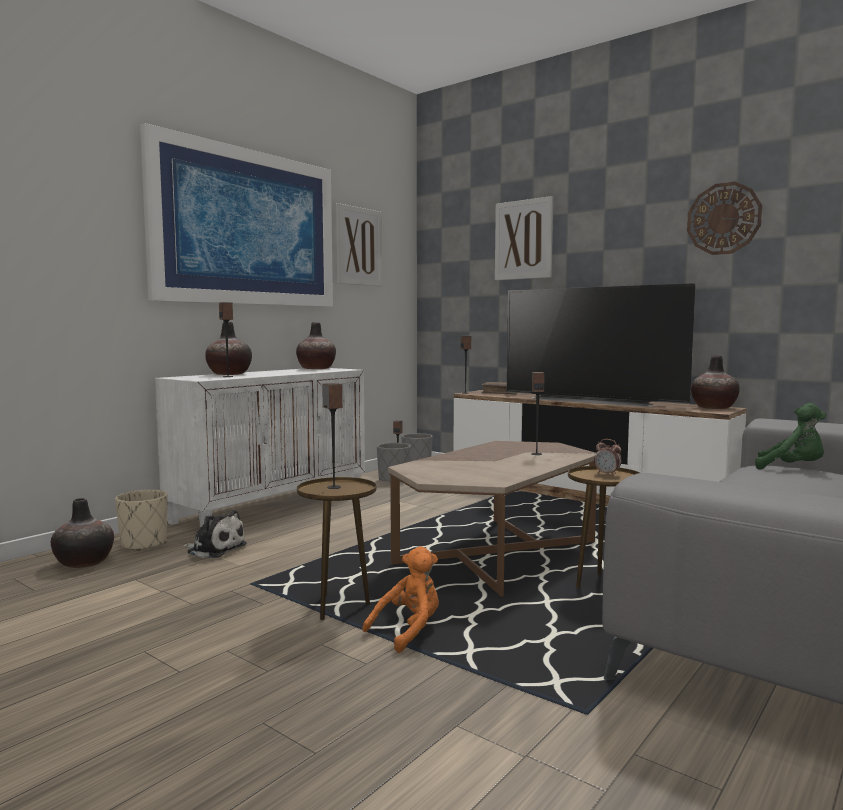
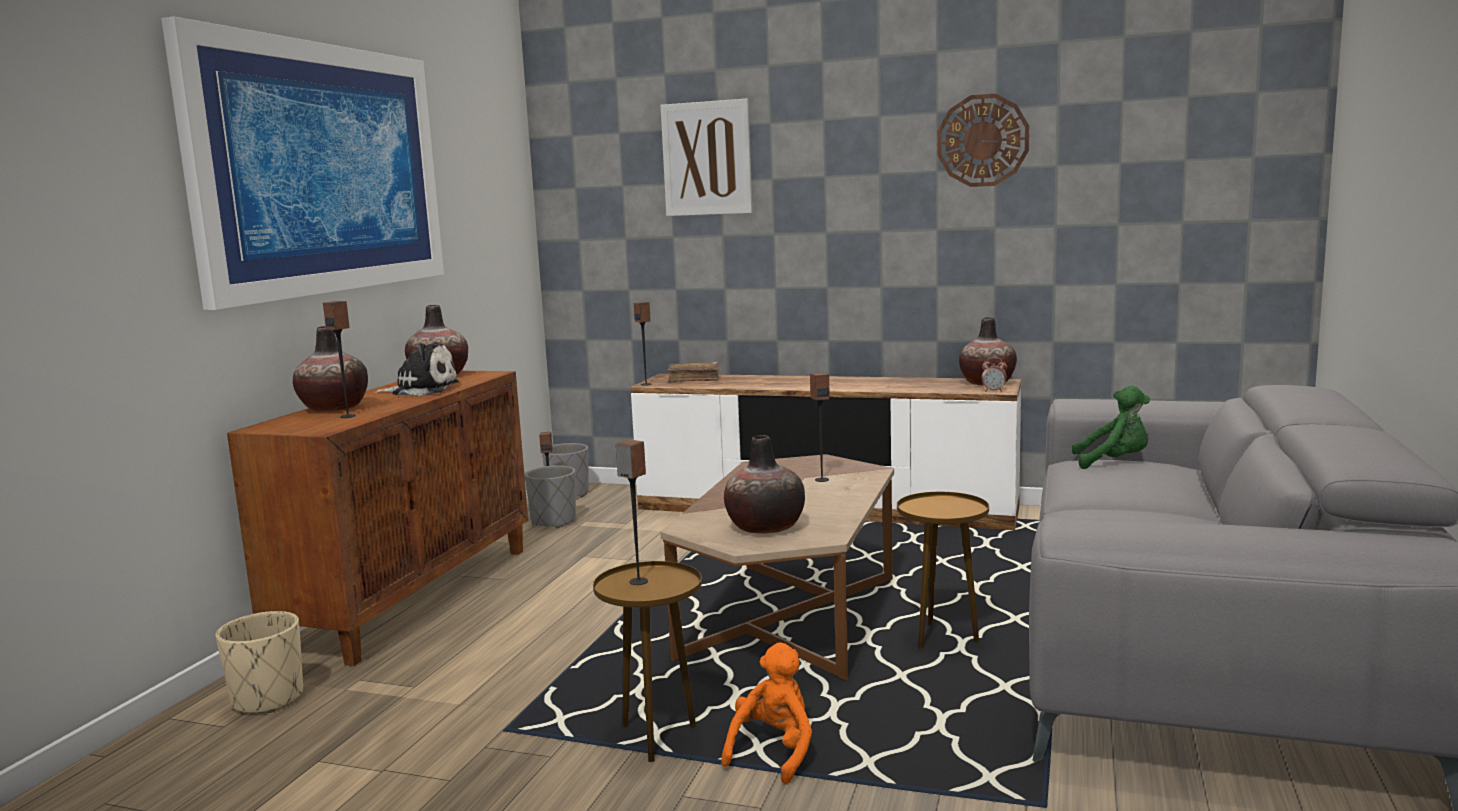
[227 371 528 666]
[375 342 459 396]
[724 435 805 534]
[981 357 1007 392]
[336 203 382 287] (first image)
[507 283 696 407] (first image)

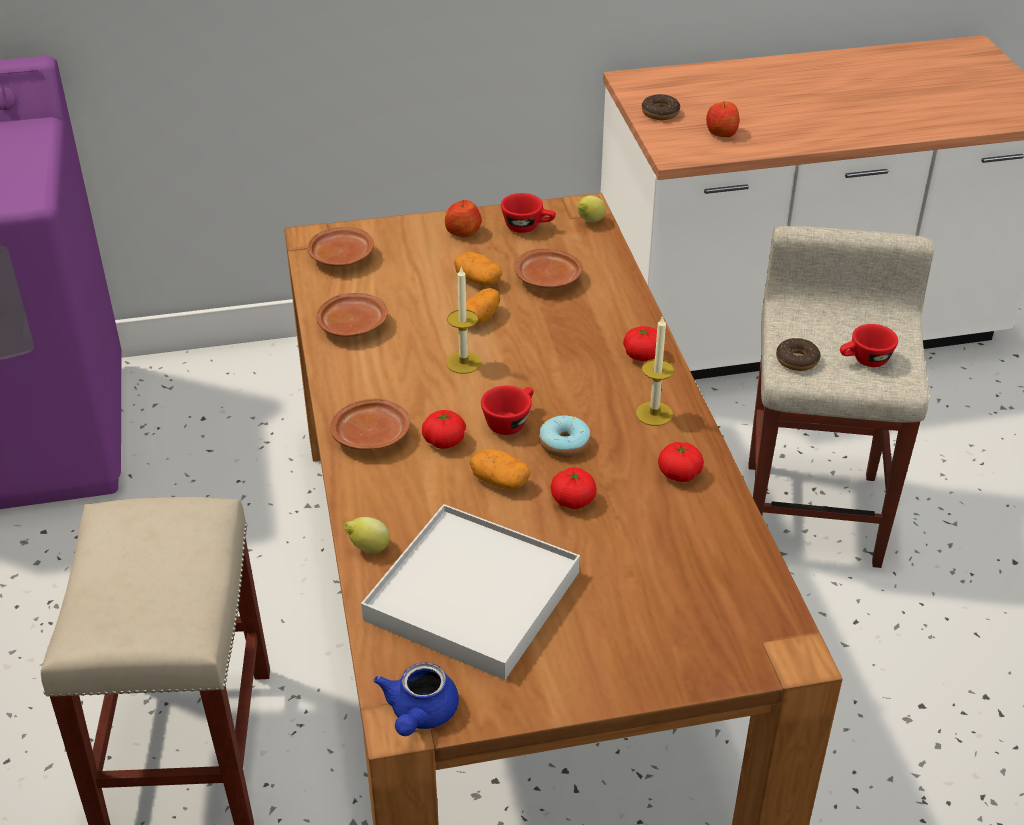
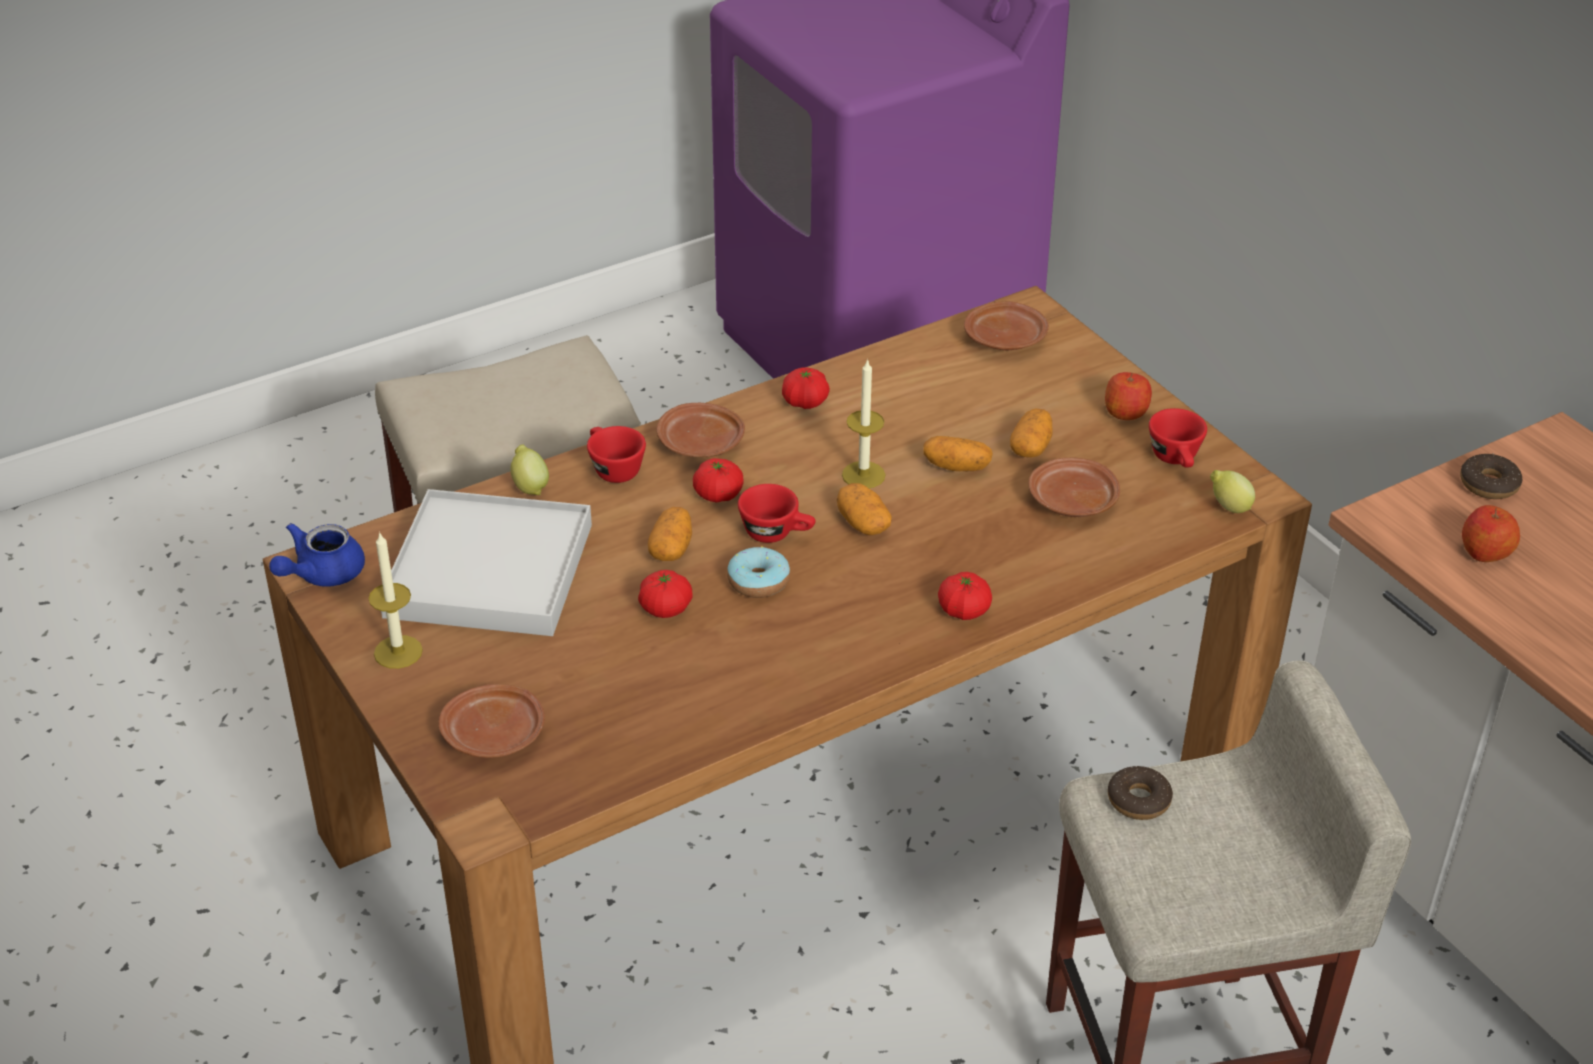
[269 523 365 587]
[368 531 423 669]
[439 684 545 758]
[587 426 646 483]
[782 367 830 409]
[837 483 892 536]

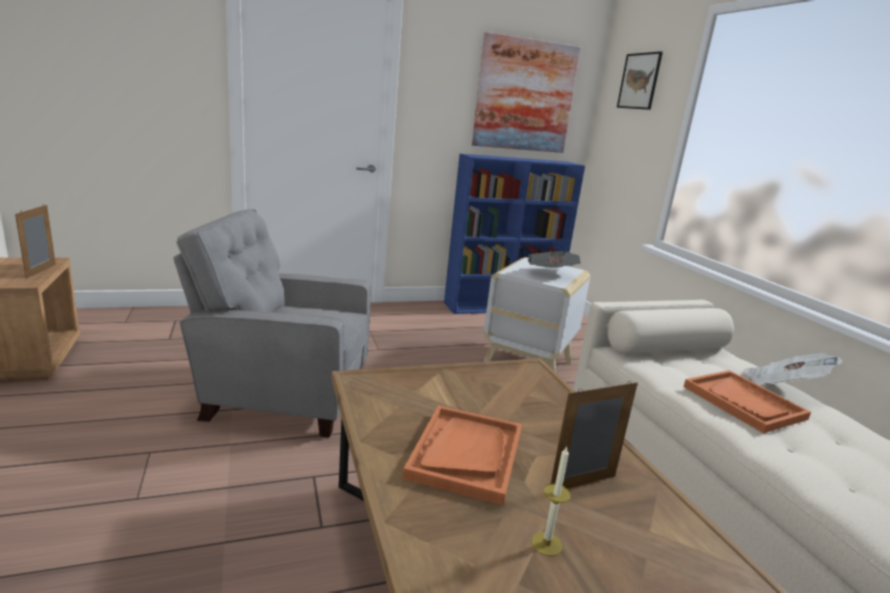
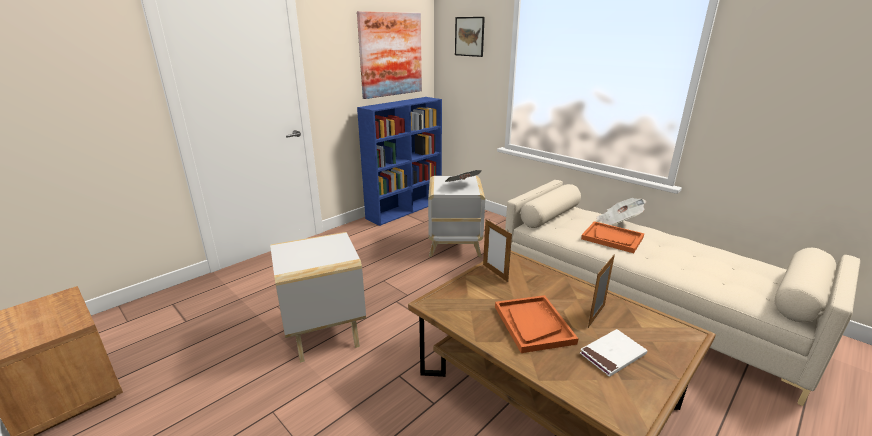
[270 232 366 363]
[483 219 512 282]
[580 329 648 377]

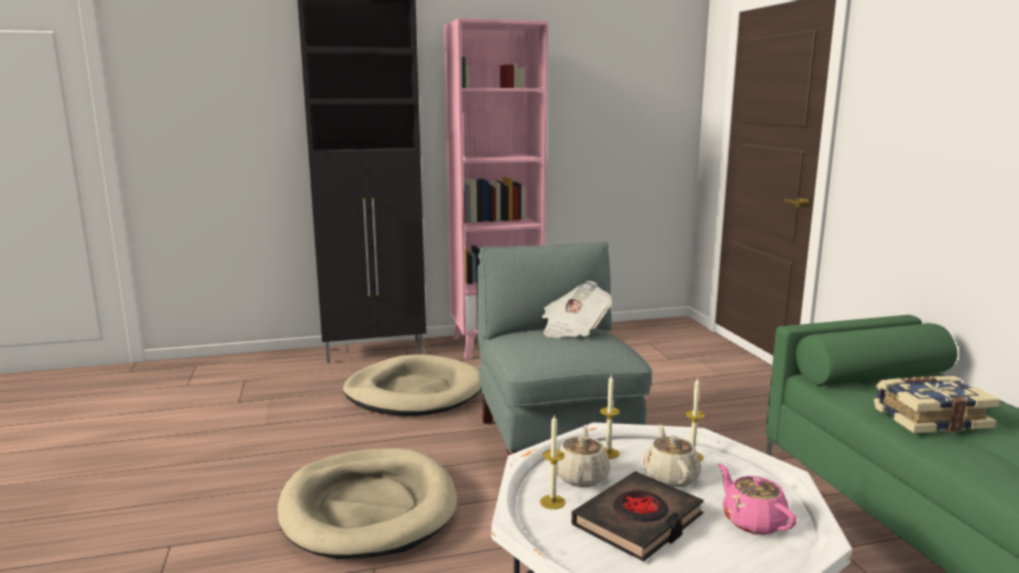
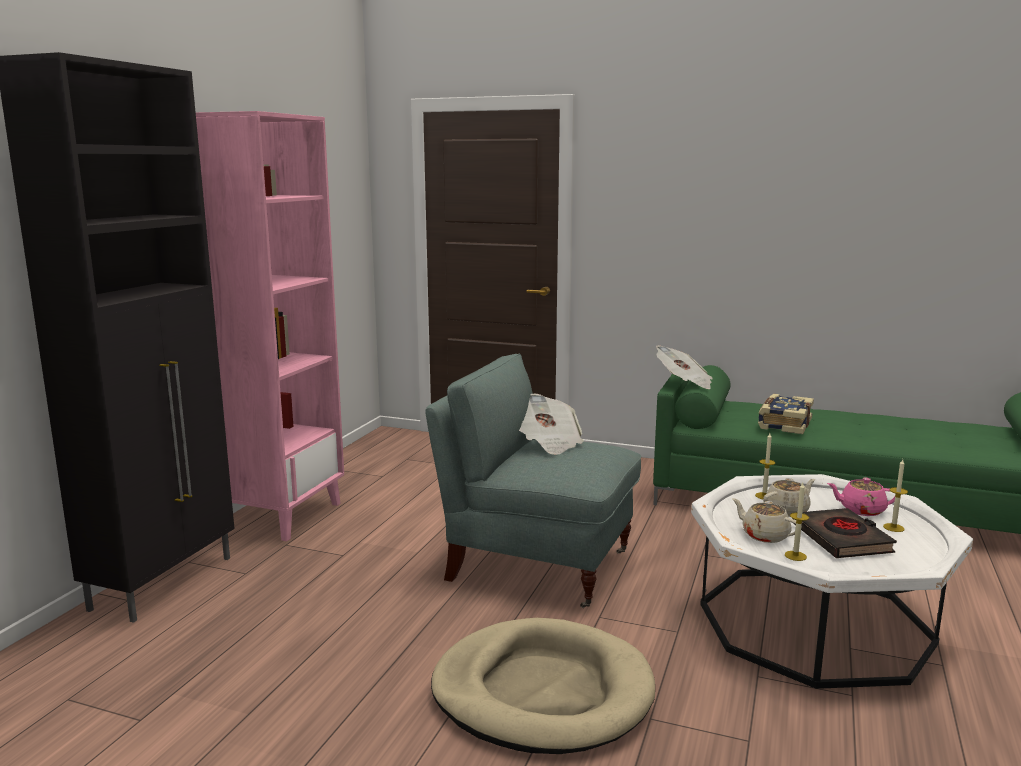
[656 345 713 389]
[763 478 815 517]
[883 459 908 532]
[343 354 481 416] (first image)

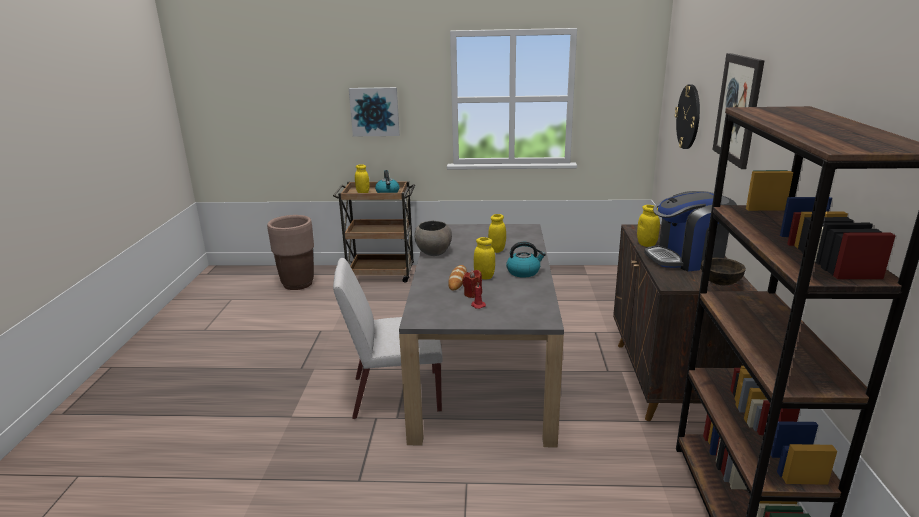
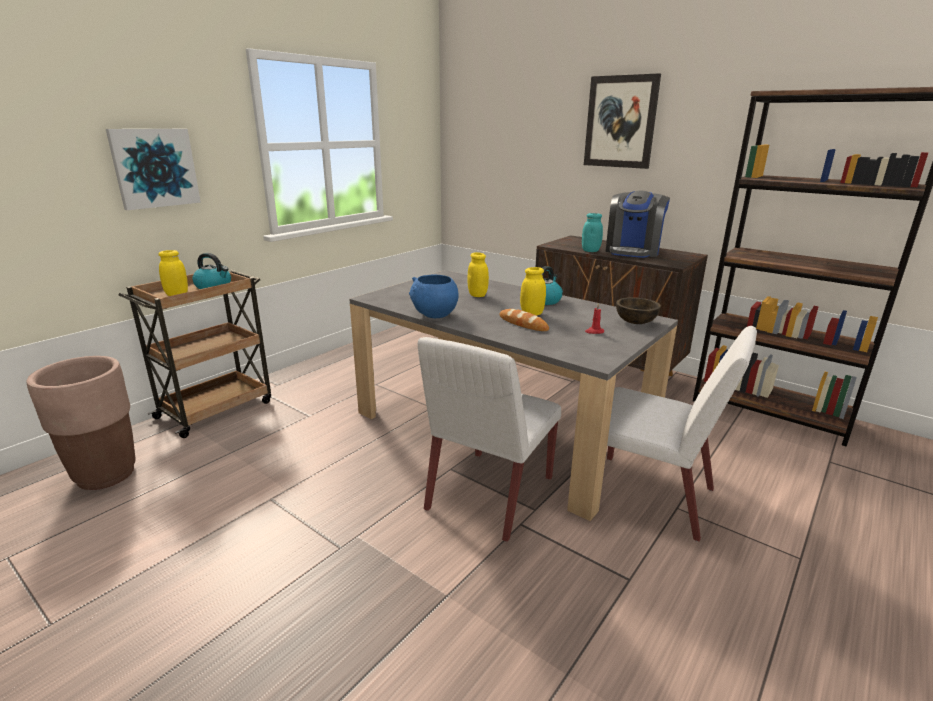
[409 275 459 318]
[582 213 603 252]
[607 326 757 542]
[616 297 661 324]
[463 270 482 298] (first image)
[675 84 700 149] (first image)

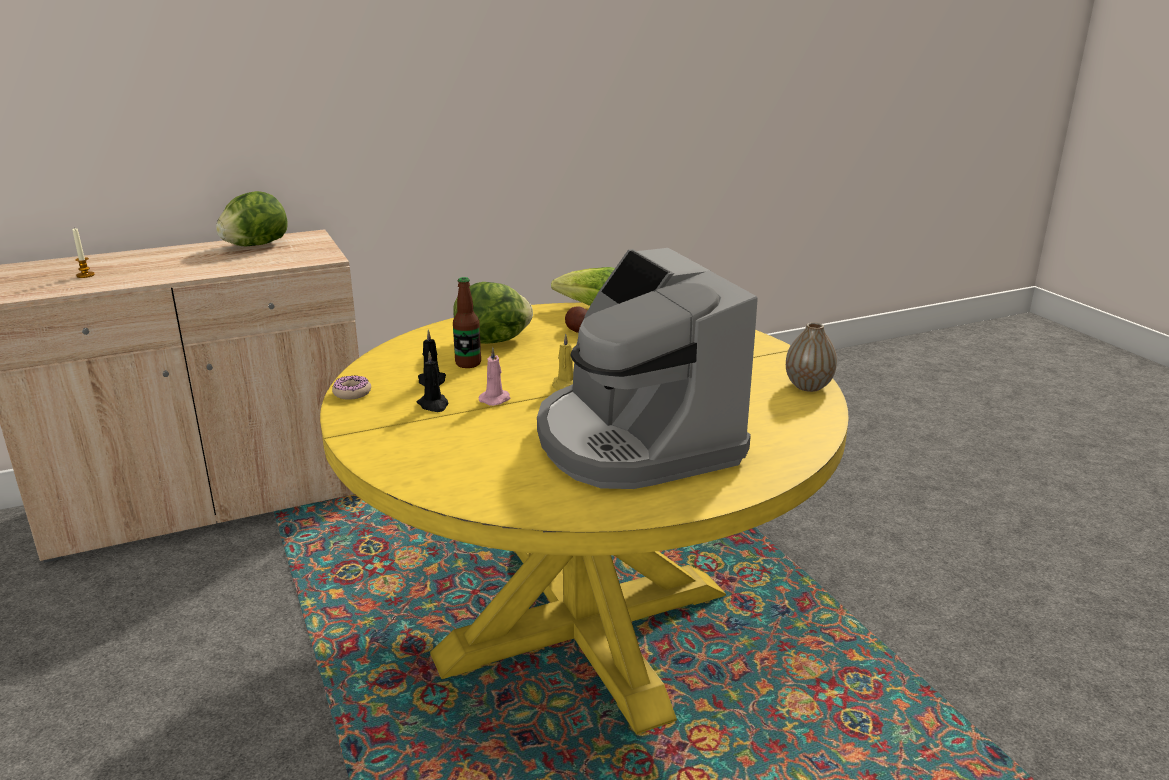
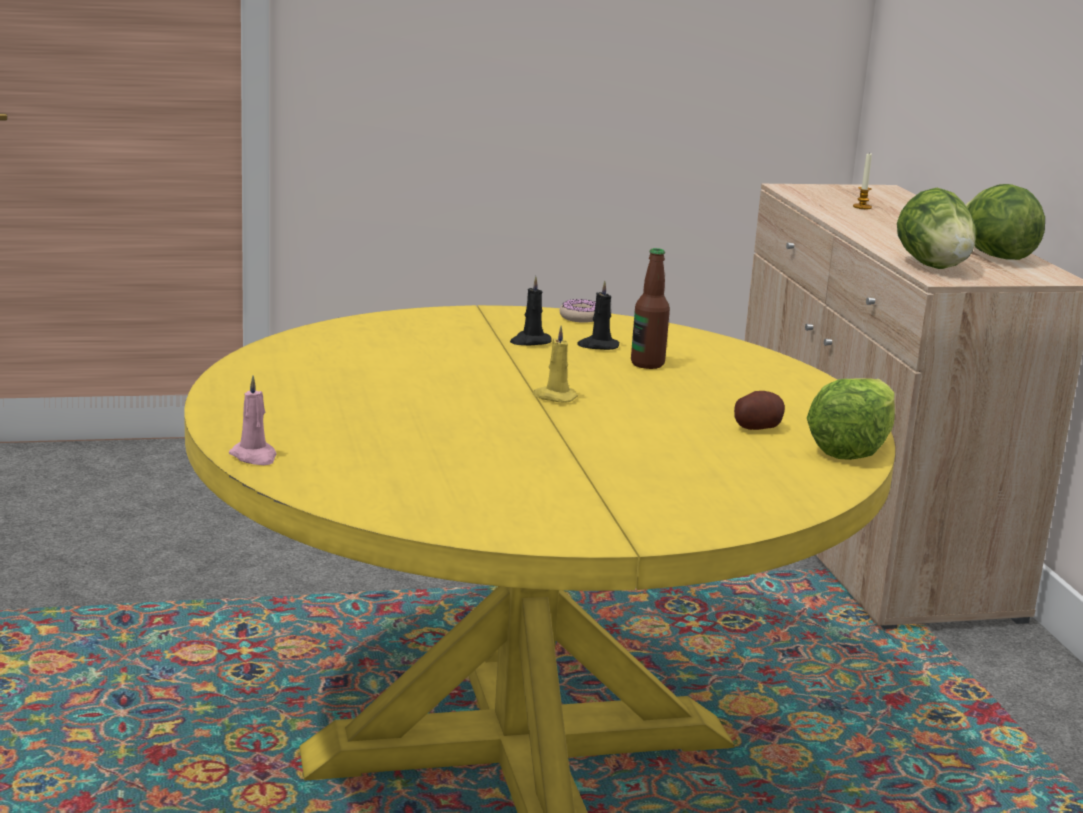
[229 376 277 465]
[897 188 976 269]
[537 248 758 489] (first image)
[786 322 837 392] (first image)

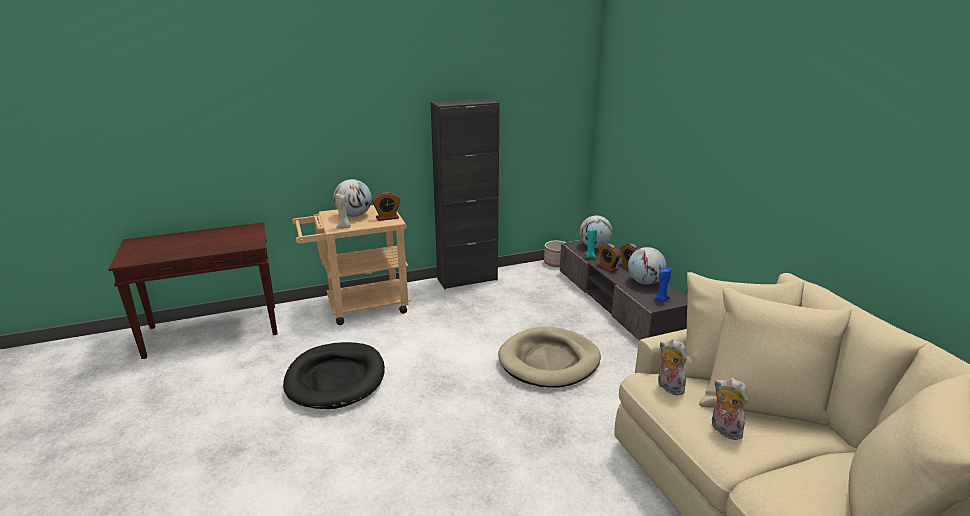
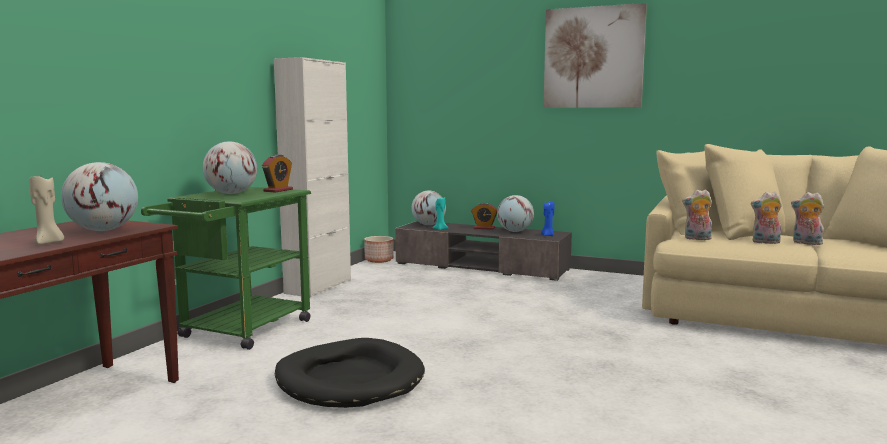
[29 176 64 244]
[61 162 138 231]
[141 187 311 350]
[274 57 351 298]
[543 3 647 108]
[791 192 824 245]
[498 327 601 388] (first image)
[597 244 621 272] (first image)

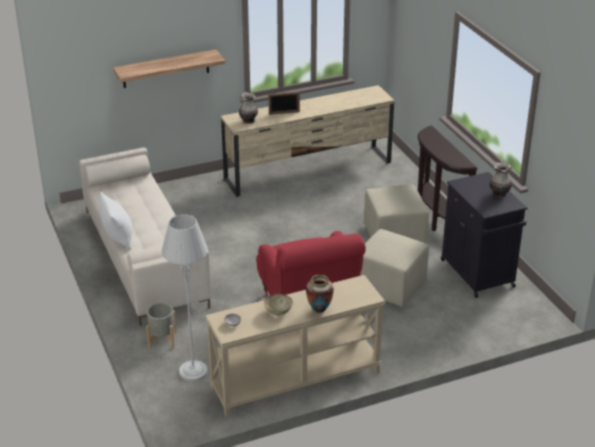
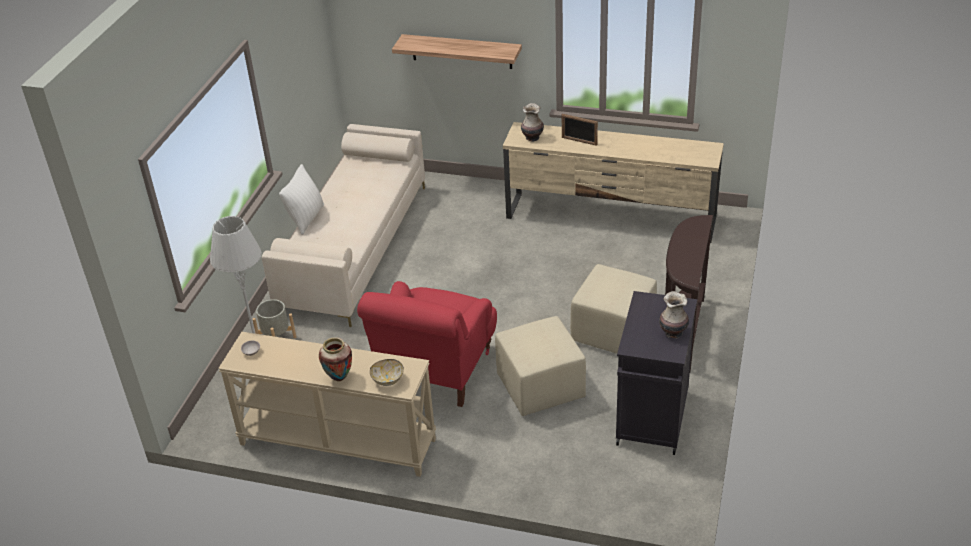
[370 359 404 386]

